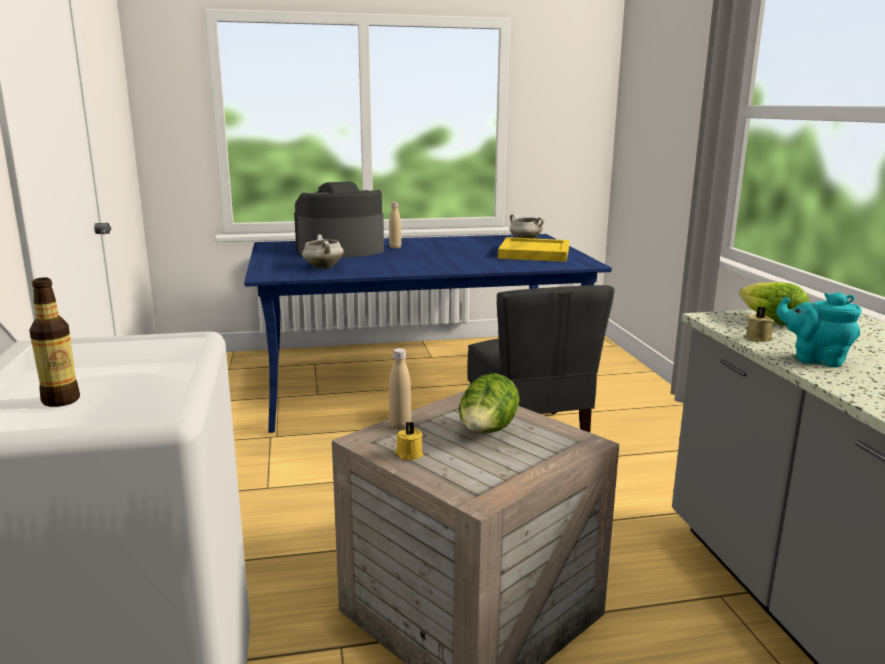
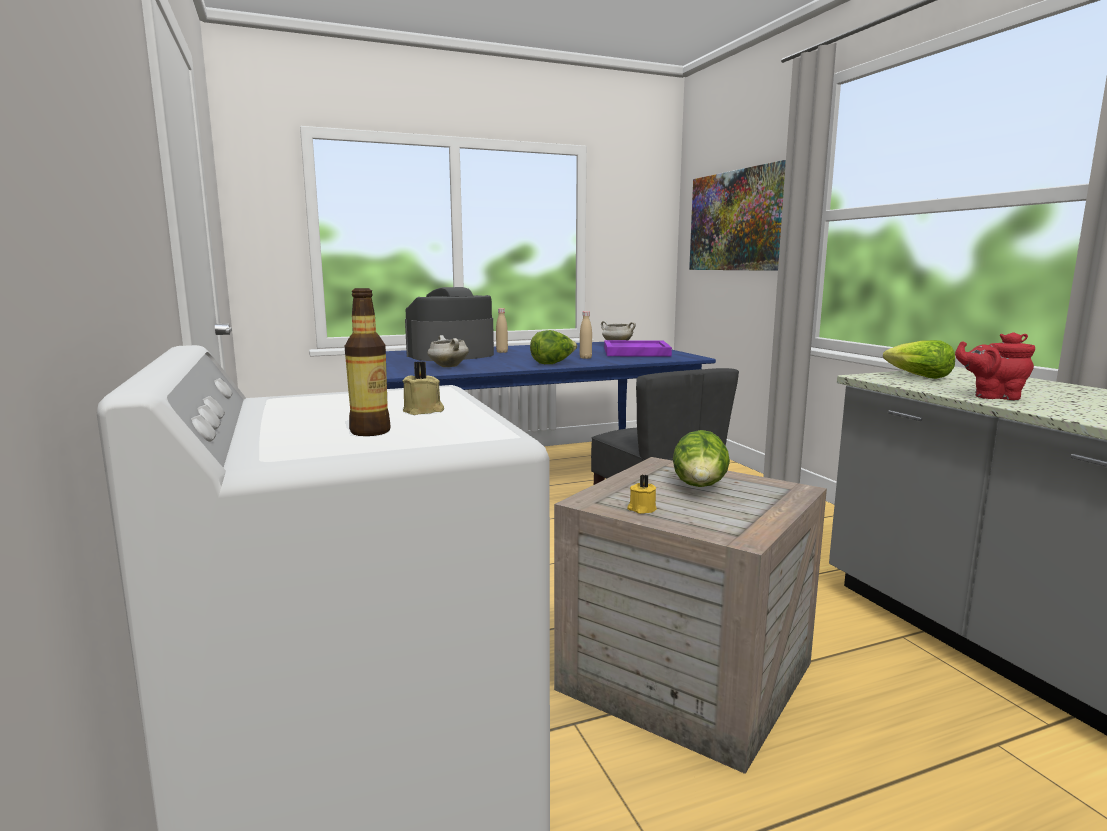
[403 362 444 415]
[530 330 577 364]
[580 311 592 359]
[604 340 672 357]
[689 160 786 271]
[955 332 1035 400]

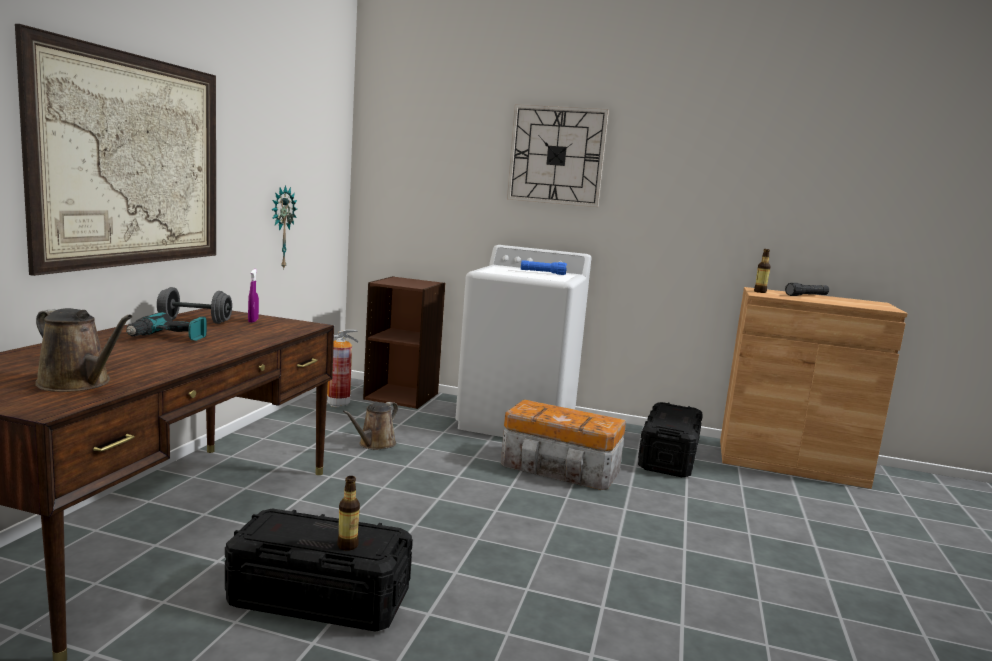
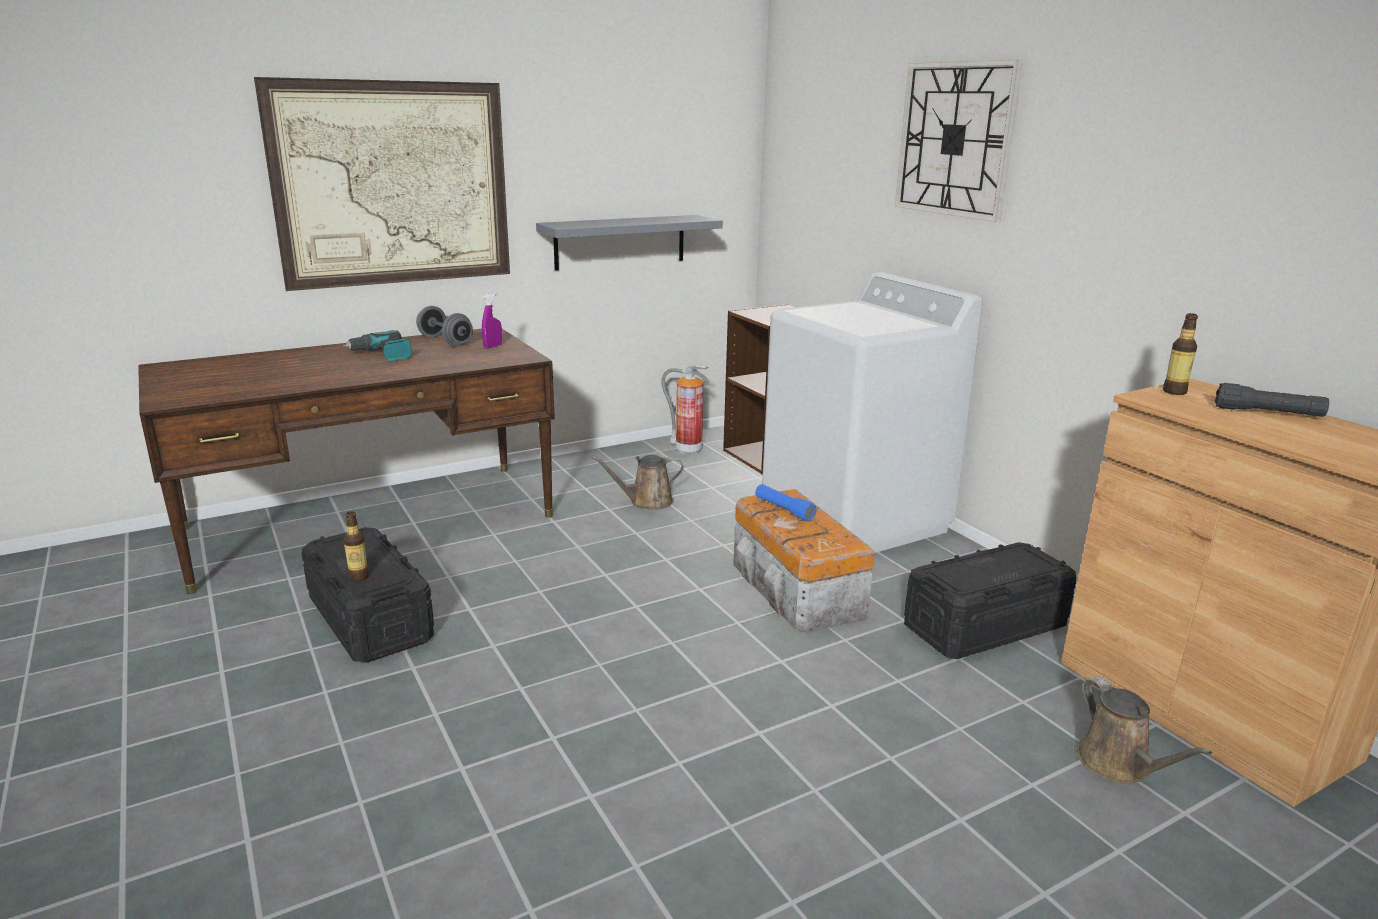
[536 215 723 270]
[755 484 817 521]
[1077 676 1212 784]

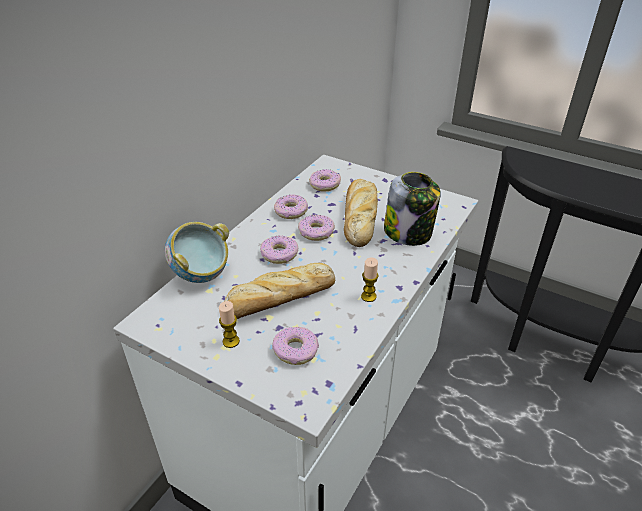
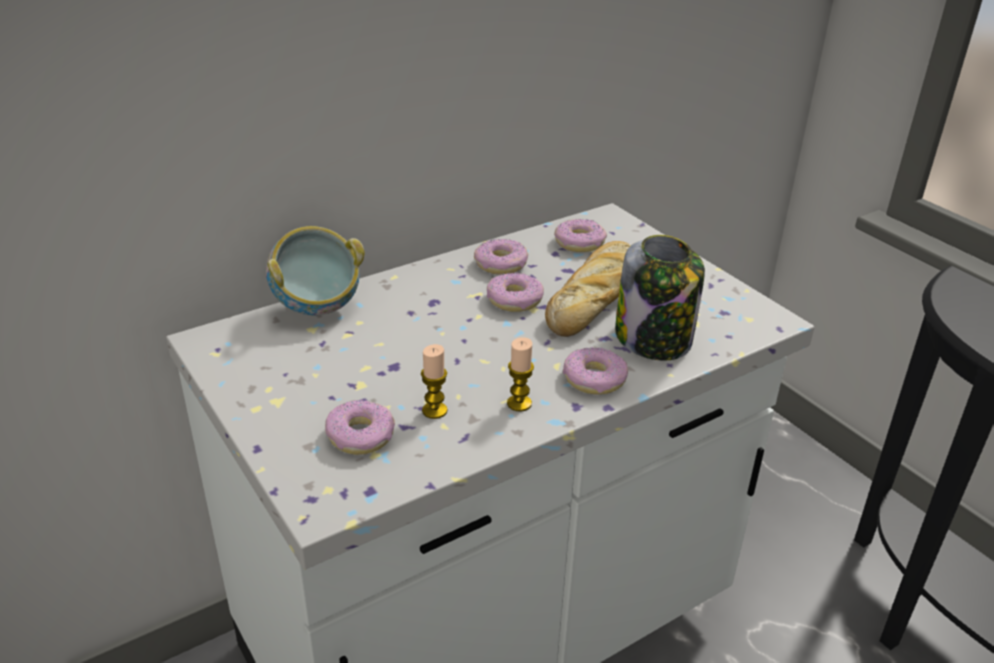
[421 344 448 419]
[563 347 628 395]
[224 263 335 319] (first image)

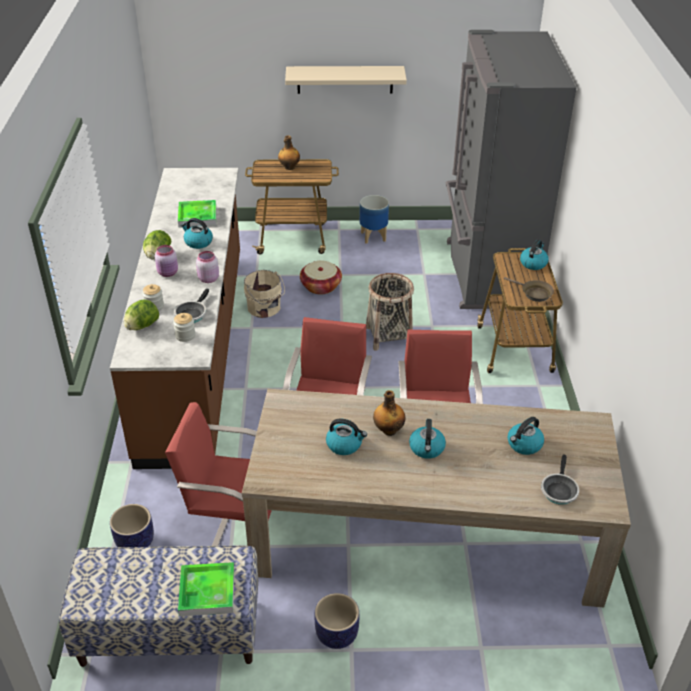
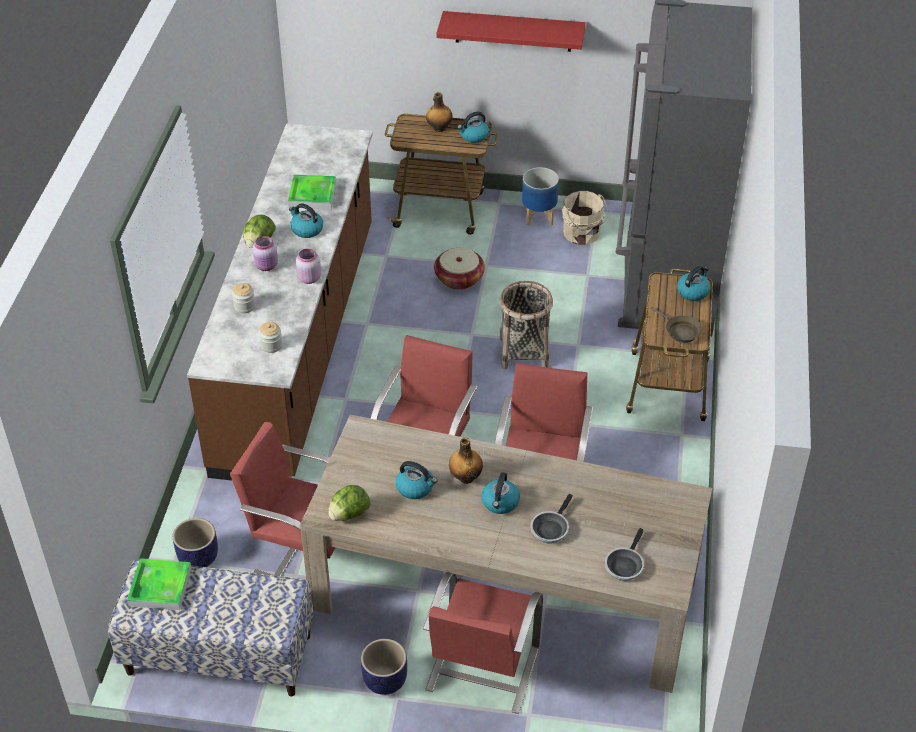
[127 558 192 610]
[328 485 371 521]
[423 572 543 714]
[436 11 586 52]
[457 112 489 143]
[530 494 573 544]
[562 191 608 245]

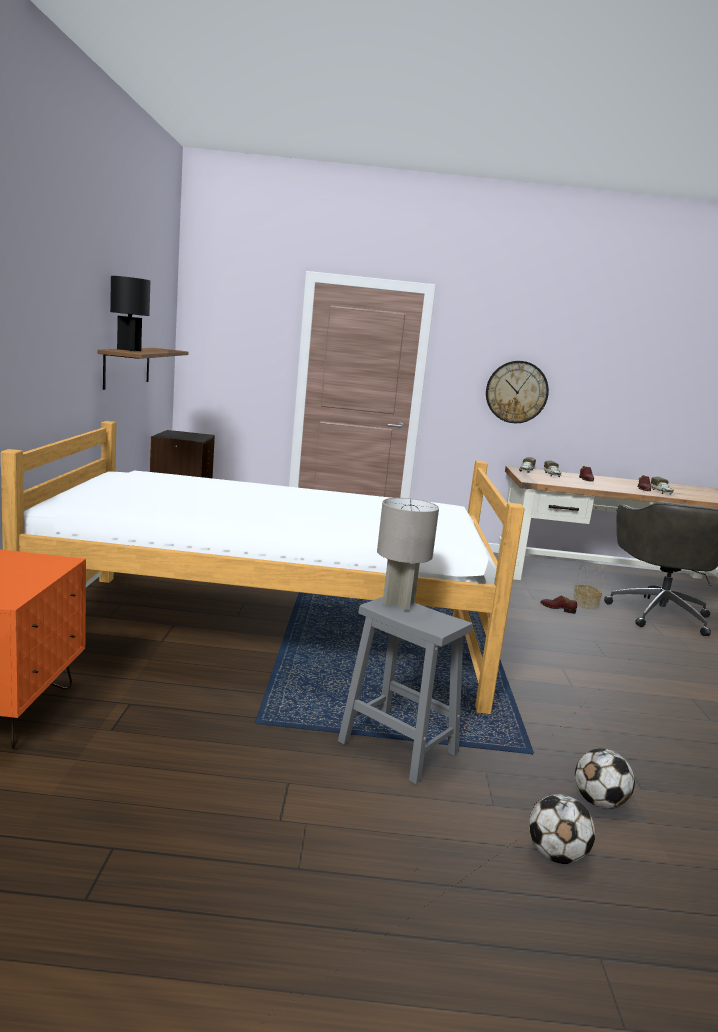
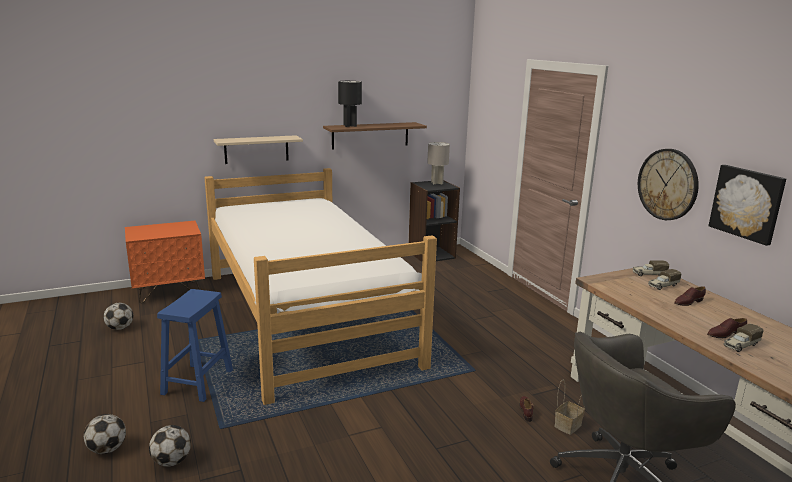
[103 303 133 330]
[157 289 233 402]
[214 135 303 164]
[427 142 450 184]
[709 165 786 246]

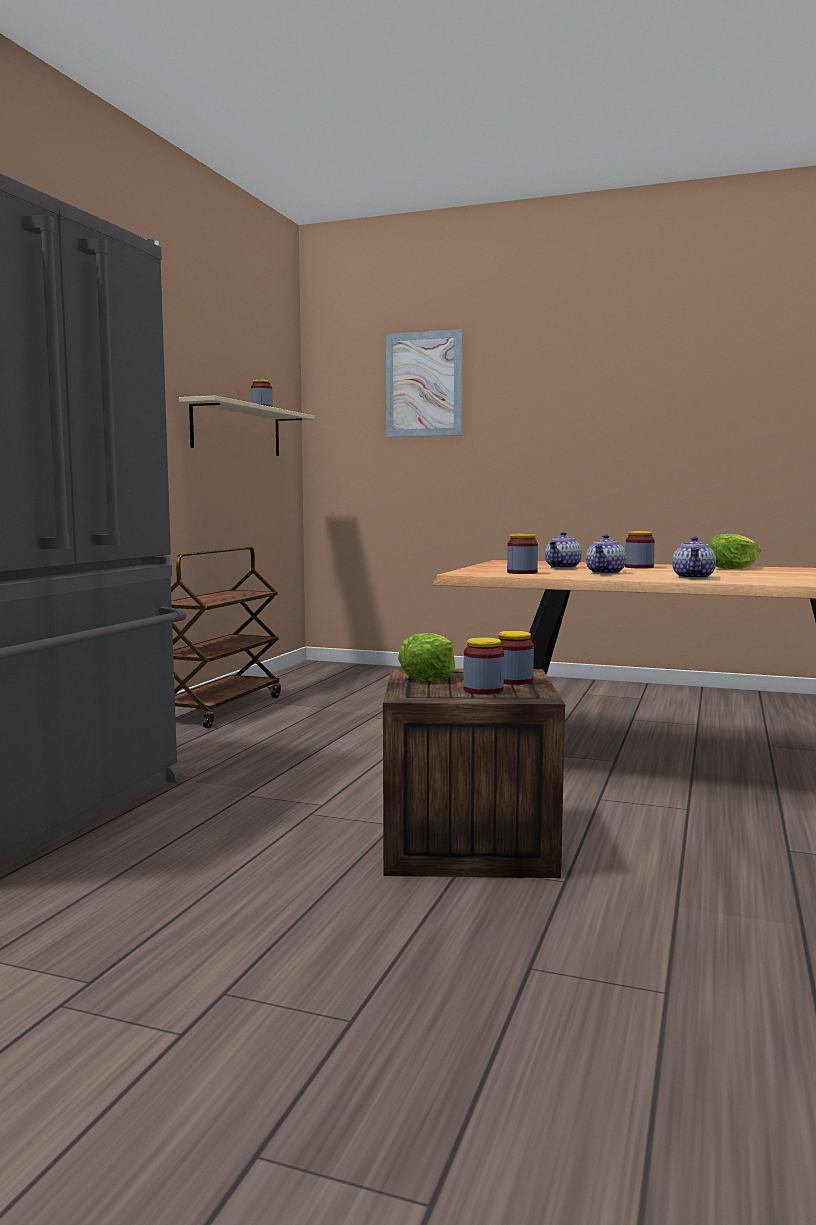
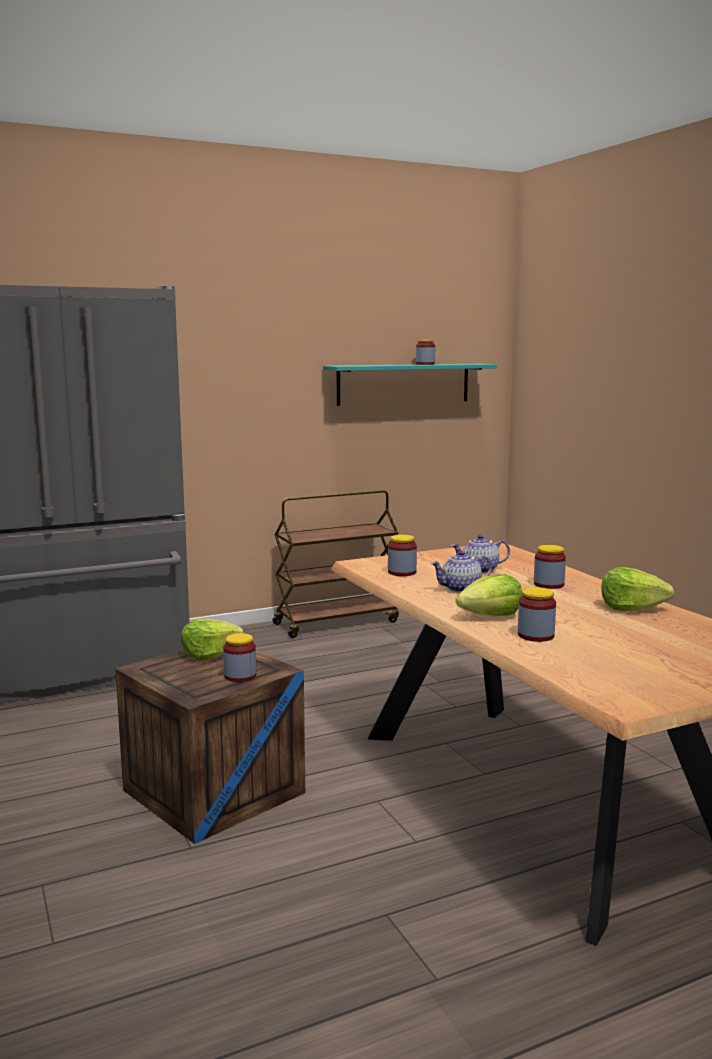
[323 364 497 406]
[456 574 522 616]
[518 587 556 642]
[386 329 463 437] (first image)

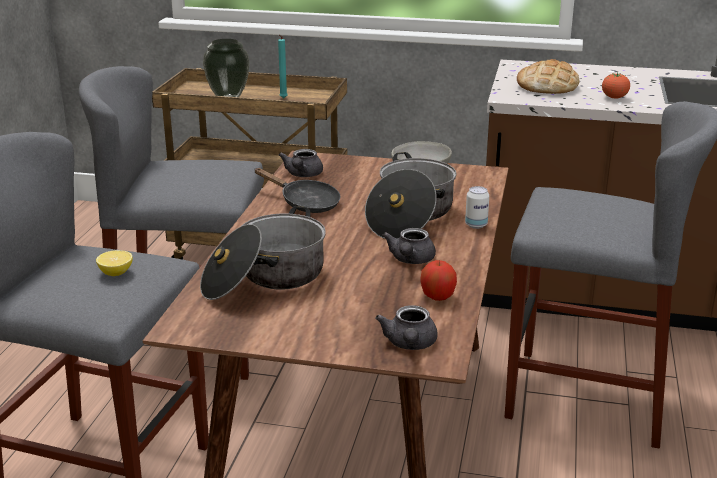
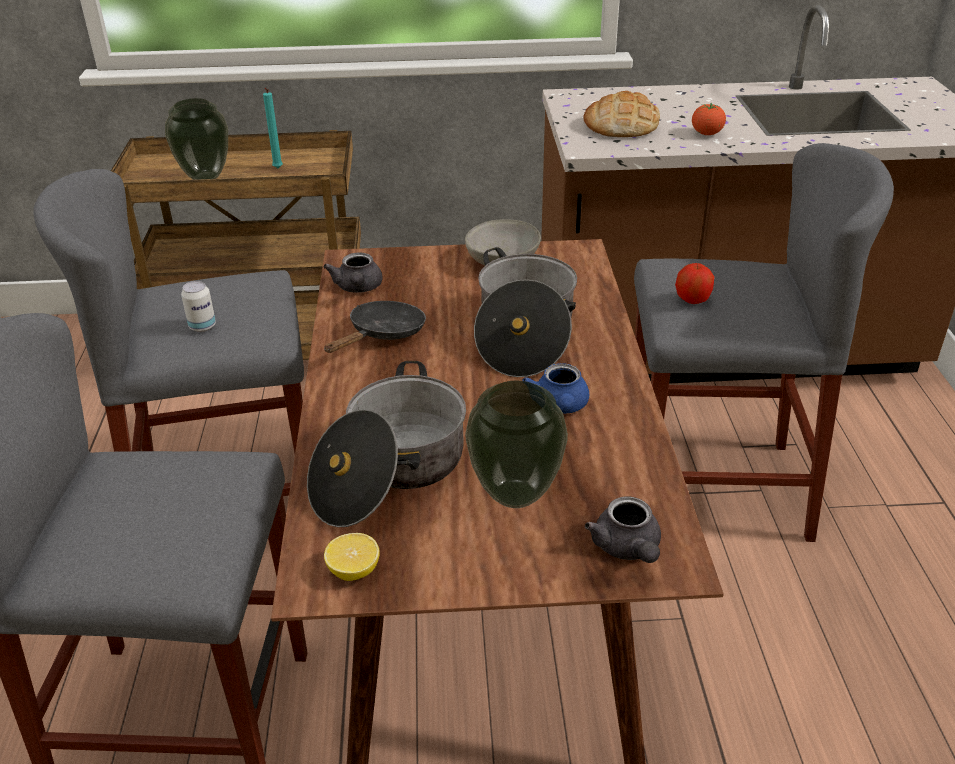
[181 281 216 332]
[324 301 426 353]
[324 533 380 581]
[465 381 568 508]
[522 363 589 414]
[675 263 714 304]

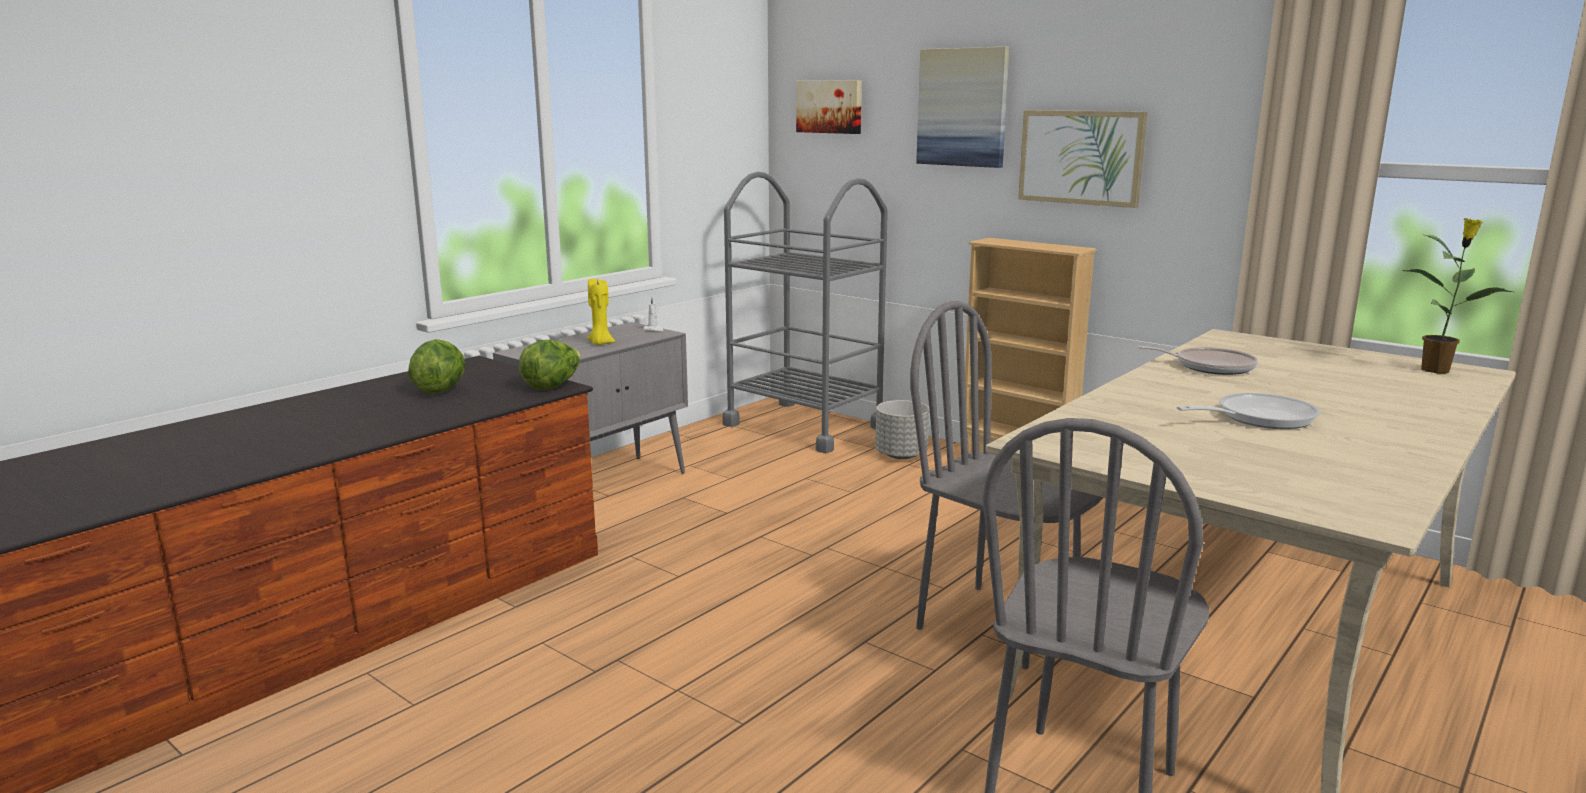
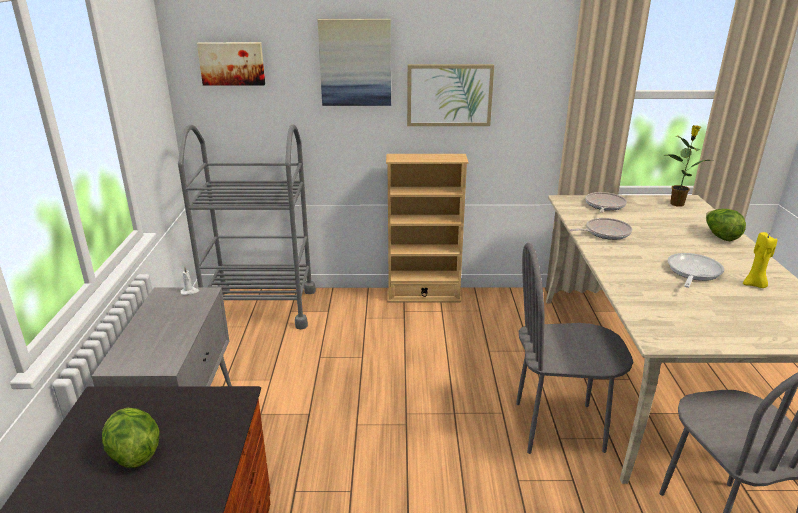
[585 192 627 213]
[706 209 746 241]
[743 232 777 288]
[875 400 930 459] (first image)

